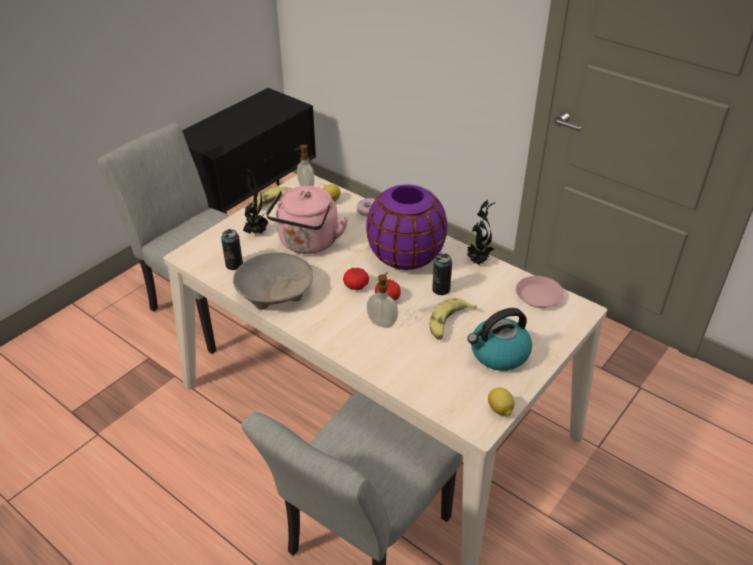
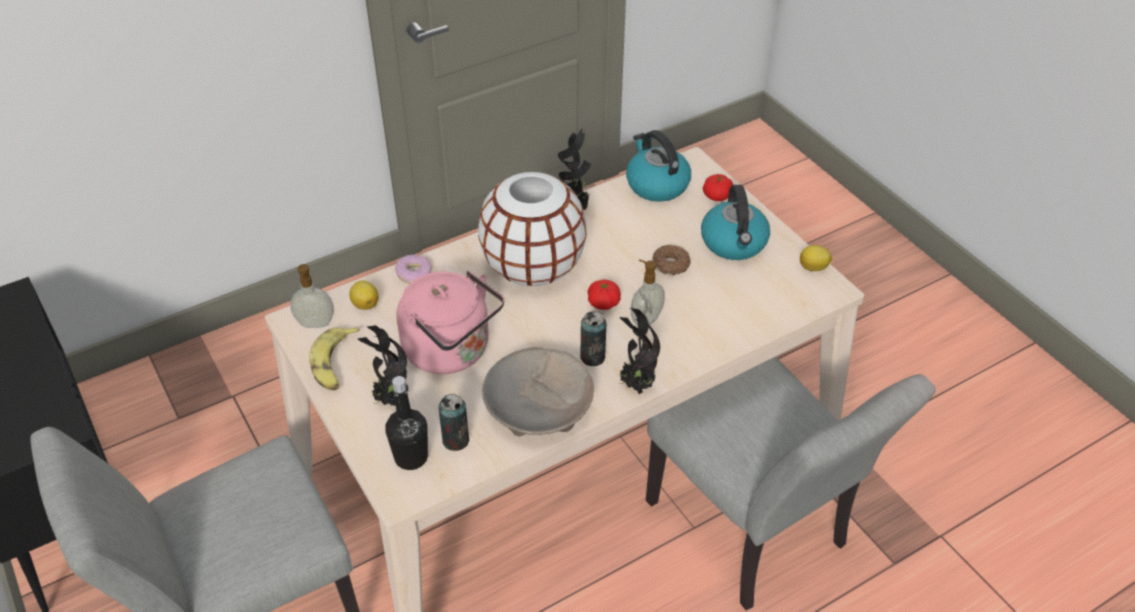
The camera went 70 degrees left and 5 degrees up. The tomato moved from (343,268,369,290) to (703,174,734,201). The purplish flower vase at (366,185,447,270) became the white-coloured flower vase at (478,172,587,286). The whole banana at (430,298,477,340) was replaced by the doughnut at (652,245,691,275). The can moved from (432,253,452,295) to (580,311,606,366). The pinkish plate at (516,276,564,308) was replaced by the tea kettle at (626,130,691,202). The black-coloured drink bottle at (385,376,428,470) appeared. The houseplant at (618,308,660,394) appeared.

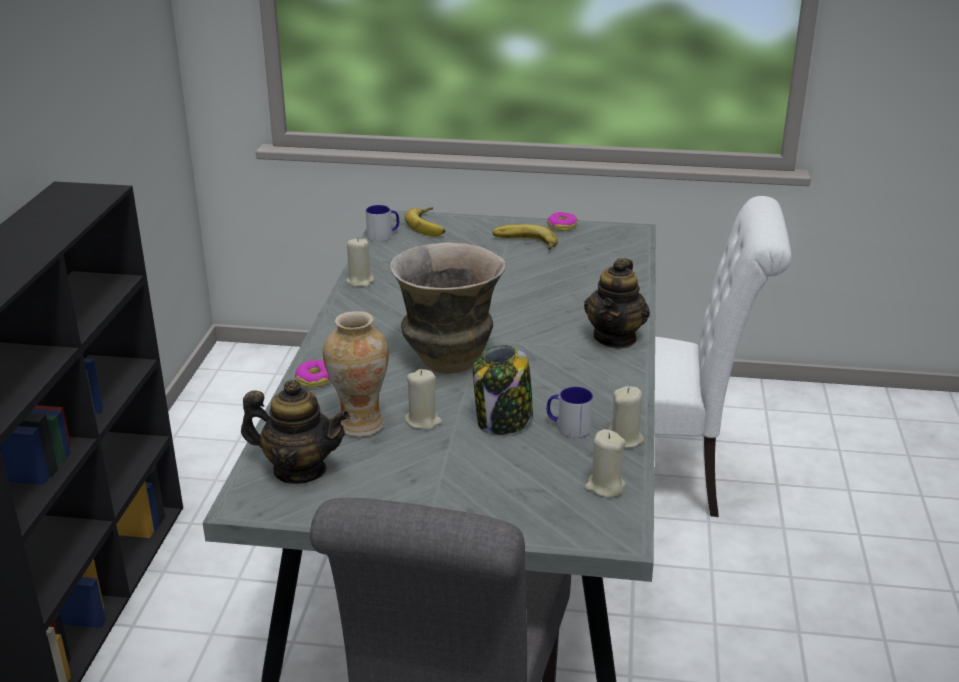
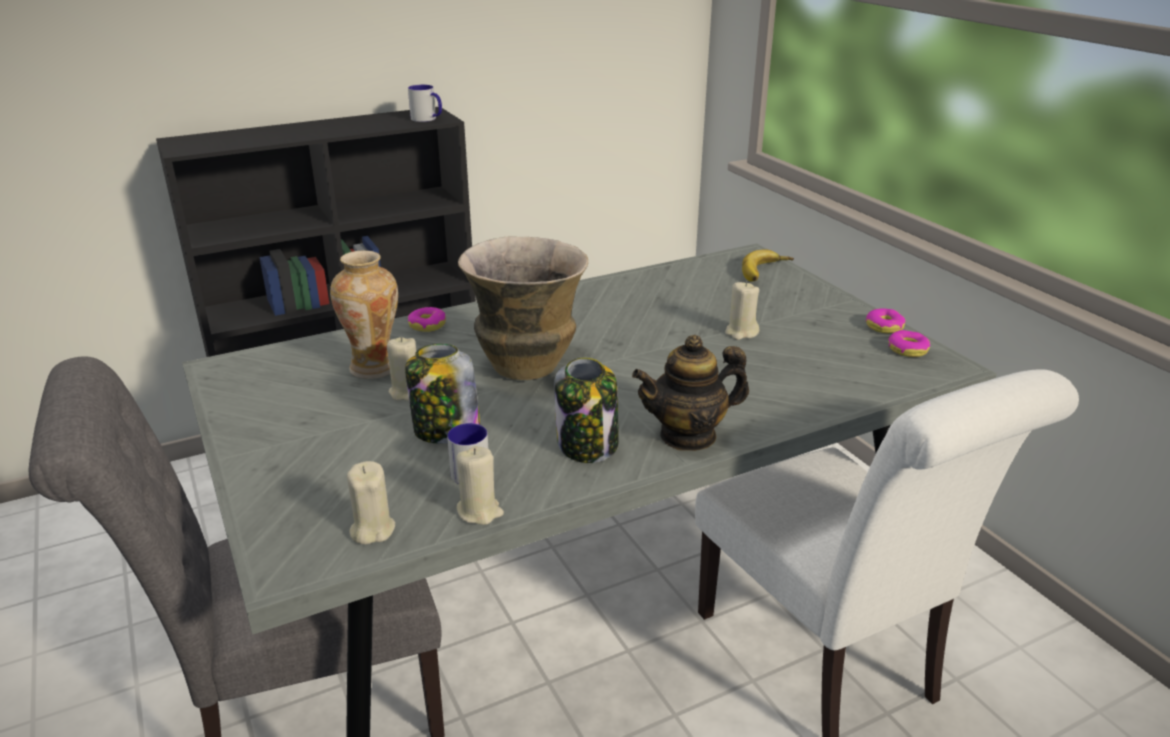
The camera went 55 degrees right and 0 degrees up. The pot for tea at (241,379,350,484) disappeared. The beige candle moved from (346,237,374,287) to (725,282,759,340). The tea mug moved from (366,205,399,242) to (408,85,442,122). The whole banana at (493,224,558,250) disappeared. The jar at (554,358,619,463) appeared. The doughnut at (888,330,930,357) appeared.

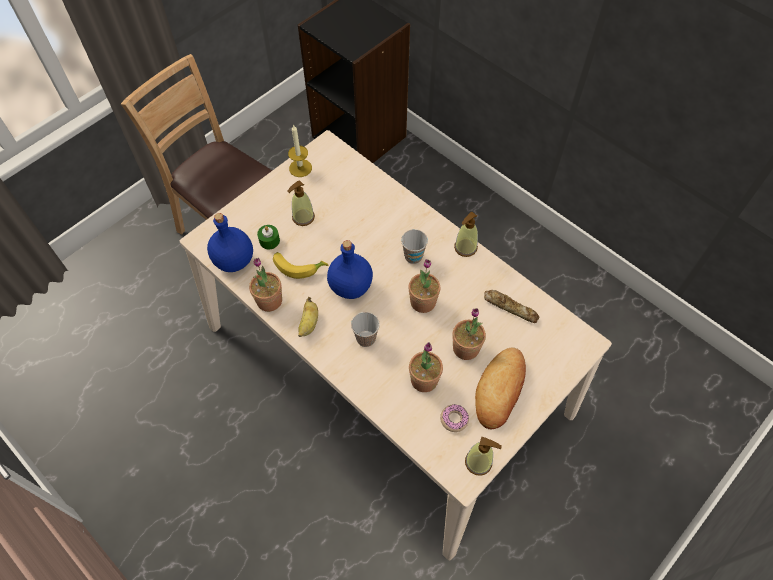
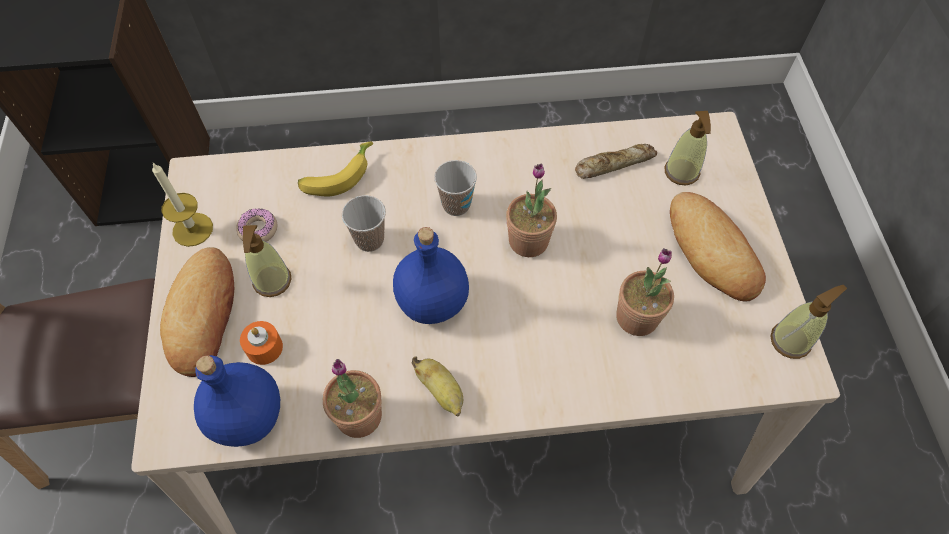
The camera went 50 degrees left and 0 degrees up. The green-coloured candle at (257,225,280,250) became the orangey candle at (240,321,283,365). The whole banana moved from (273,252,328,279) to (298,142,373,196). The small cup moved from (351,312,380,347) to (342,195,386,252). The doughnut moved from (440,404,469,432) to (236,208,277,242). The houseplant at (452,308,486,360) disappeared. The soap dispenser moved from (454,211,478,257) to (665,111,711,185). The bakery bread at (160,247,234,377) appeared.

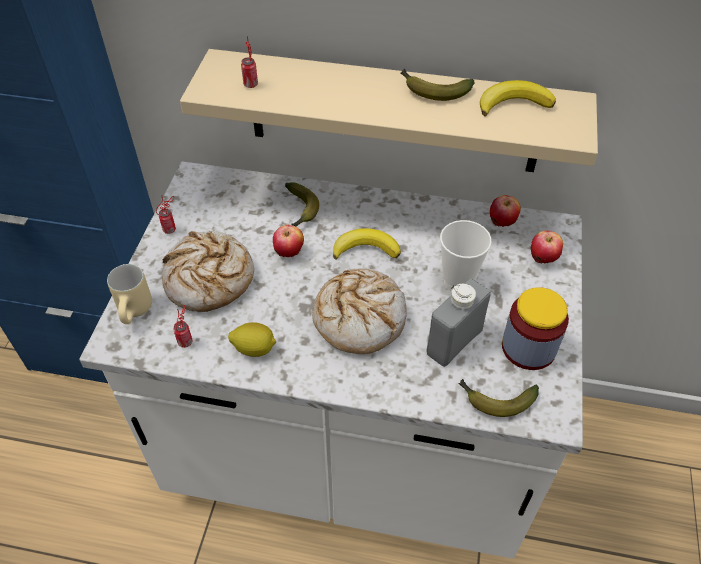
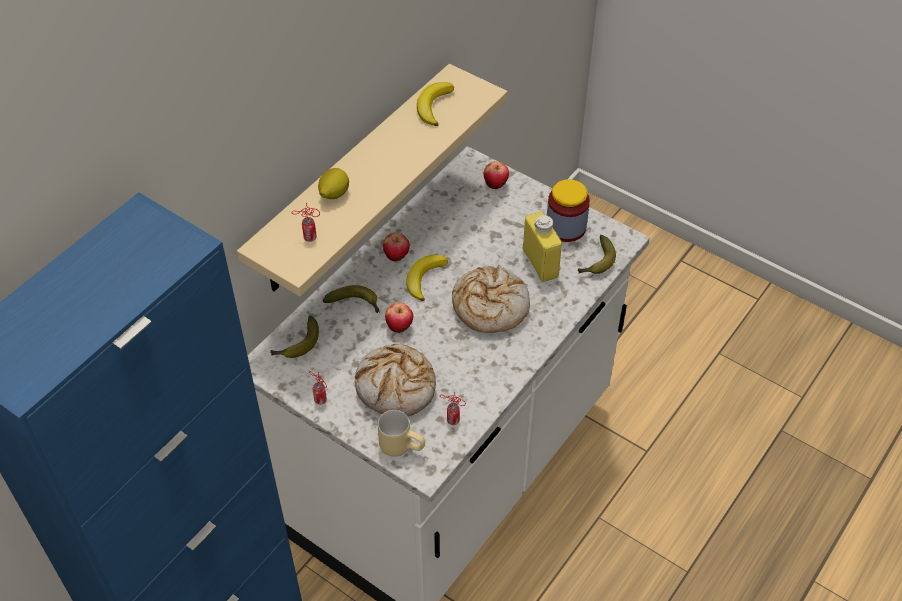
The camera went 65 degrees left and 0 degrees up. The whole lemon moved from (228,322,276,357) to (318,168,349,199). The whole banana moved from (401,69,475,101) to (270,316,319,358). The greyish drink bottle at (427,279,491,367) became the yellowish drink bottle at (523,212,562,282). The small cup at (440,220,492,291) disappeared. The apple fruit moved from (490,195,521,227) to (383,232,410,262).

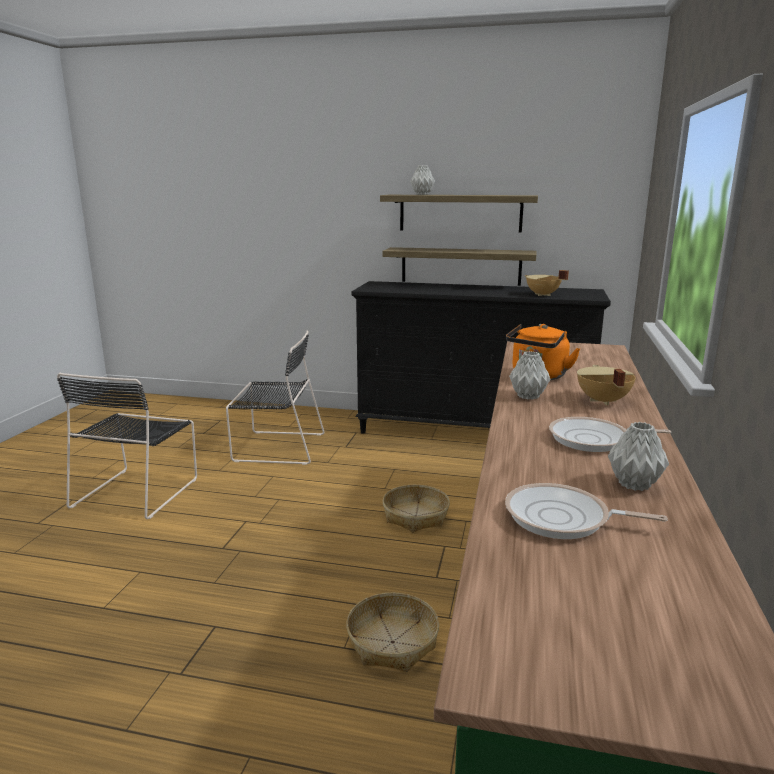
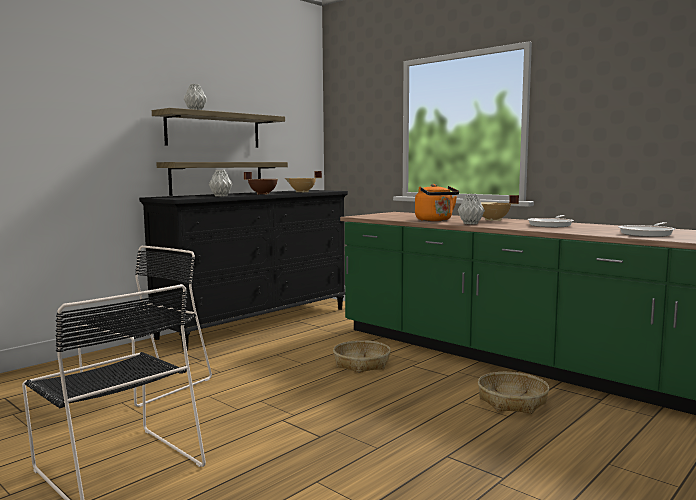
The camera went 60 degrees left and 10 degrees down. The greyish flower vase moved from (608,422,669,491) to (209,170,233,197). The brownish cooking pot at (244,172,278,194) appeared.

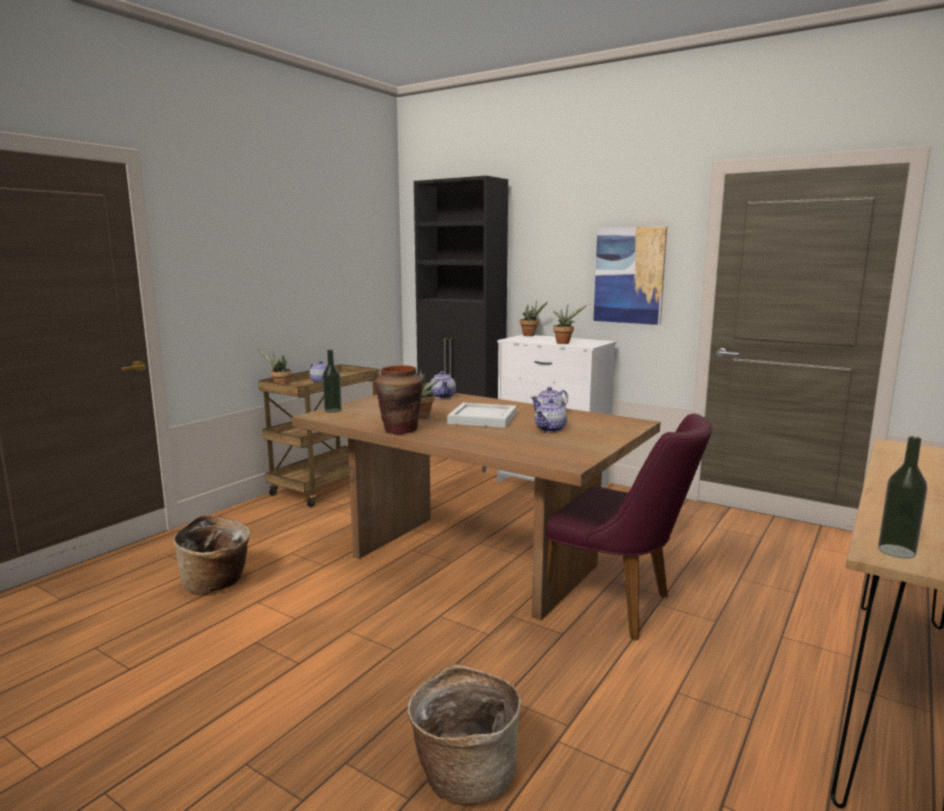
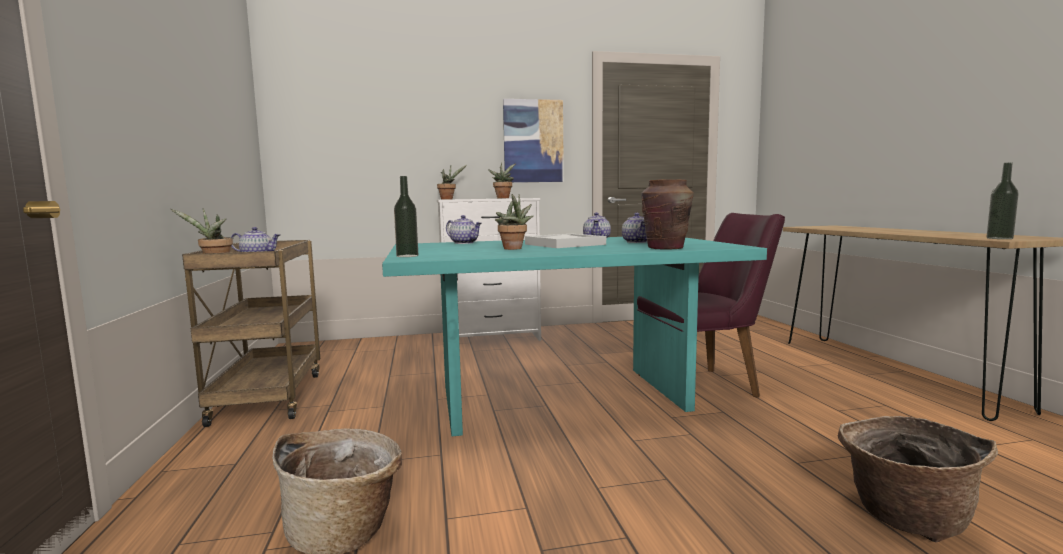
The camera went 45 degrees left and 5 degrees down. The brownish dining table at (292,393,661,620) became the turquoise-coloured dining table at (382,237,767,437). The brownish flower vase moved from (375,365,424,434) to (641,179,693,250). The black-coloured cupboard at (414,176,508,473) disappeared.

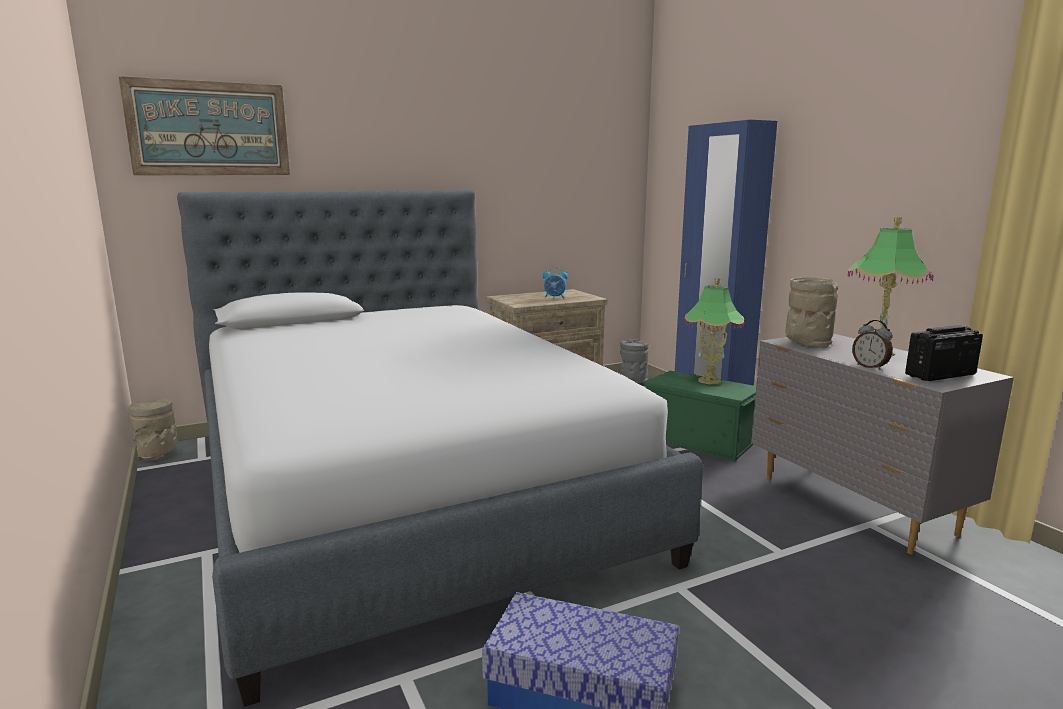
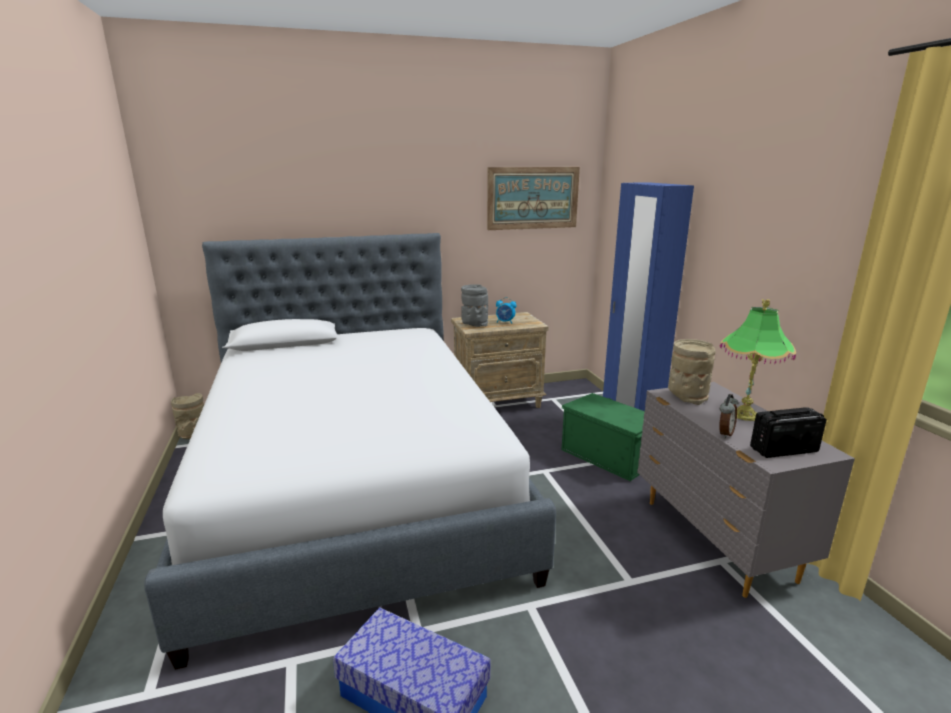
The camera went 10 degrees right and 5 degrees up. The picture moved from (119,76,290,175) to (487,167,580,230). The greyish flower vase moved from (619,339,649,383) to (461,284,488,327). The lamp for a table at (684,278,745,384) disappeared. The alarm clock at (852,320,893,370) turned 120 degrees counterclockwise.

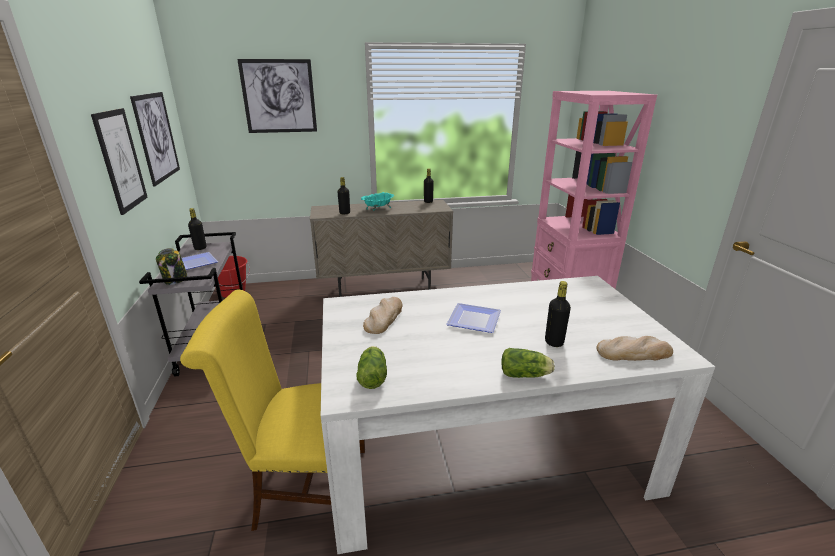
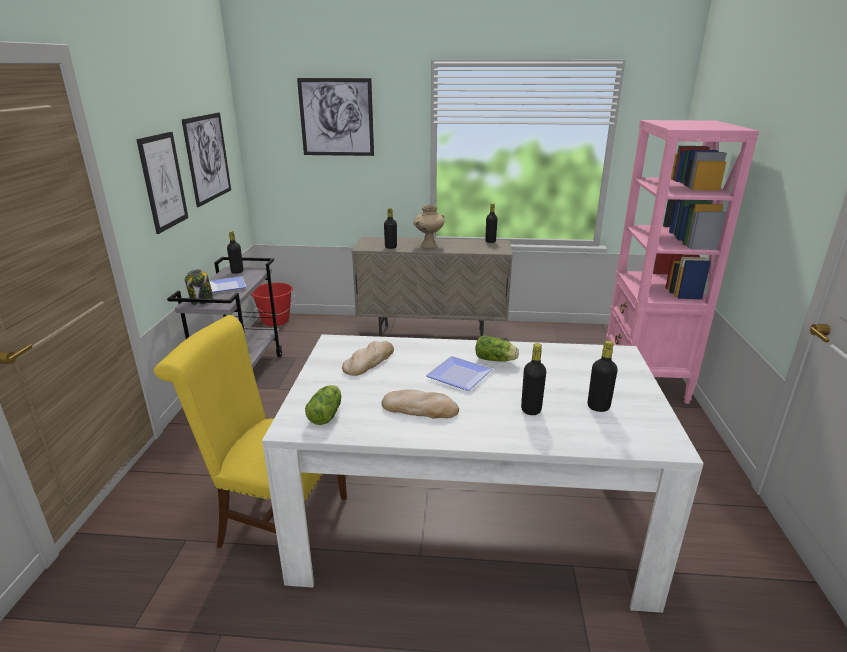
The camera went 15 degrees right and 0 degrees up. The turquoise-coloured bowl at (361,192,394,211) was replaced by the beige flower vase at (413,205,445,248). The head of lettuce moved from (501,348,555,378) to (475,335,519,362). The bakery bread moved from (596,336,673,361) to (381,389,459,418). The black-coloured drink bottle at (588,341,618,412) appeared.

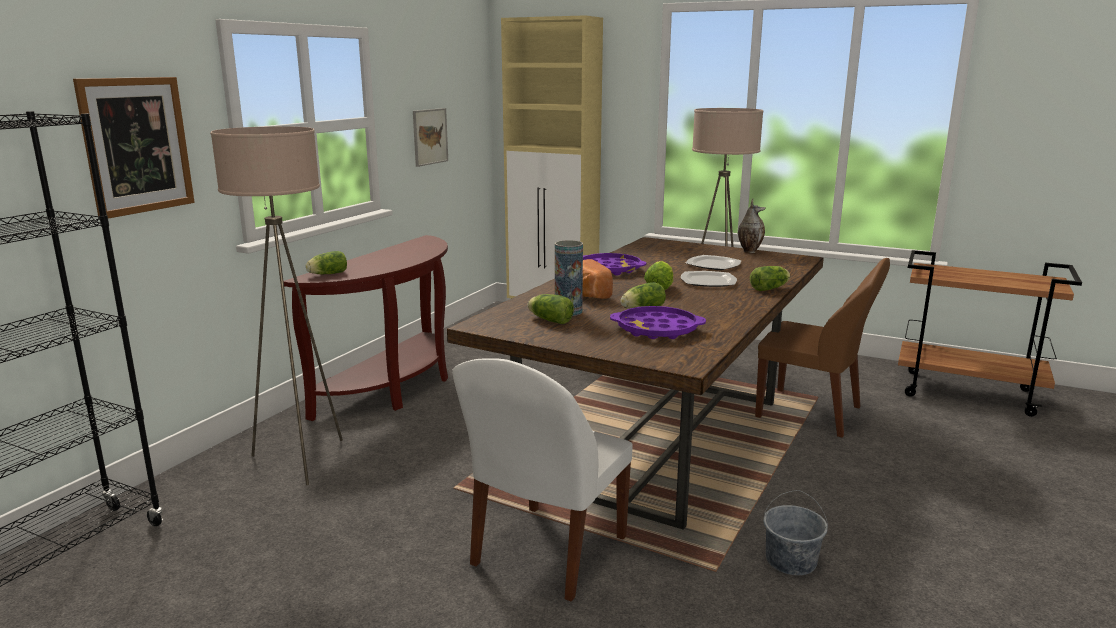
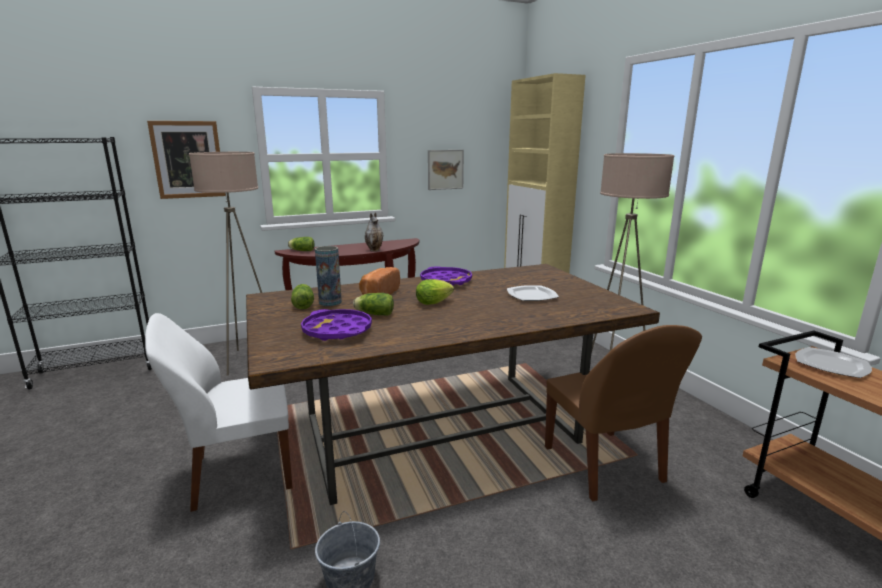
The camera went 40 degrees right and 0 degrees up. The plate moved from (681,271,737,287) to (795,347,872,378). The flower vase moved from (738,199,766,253) to (365,213,383,251). The head of lettuce at (750,266,790,291) disappeared.

